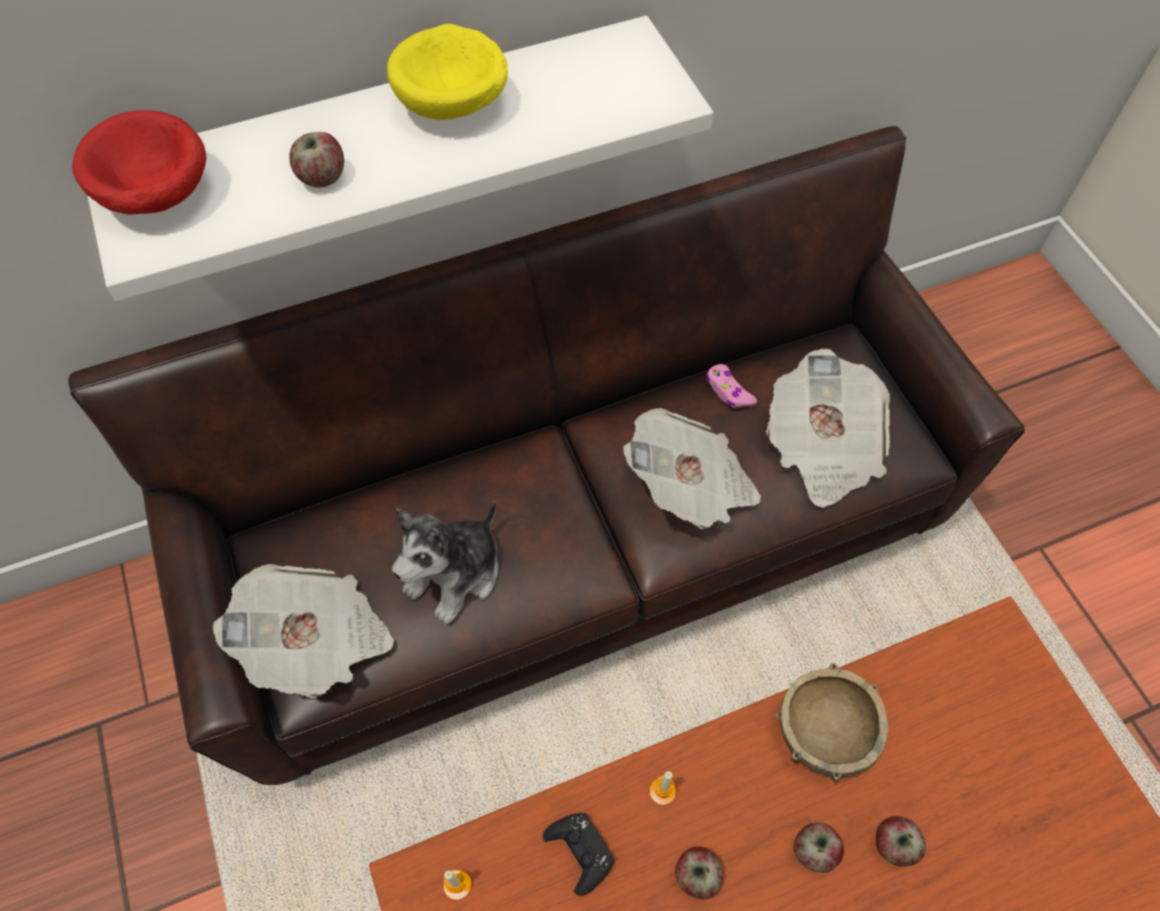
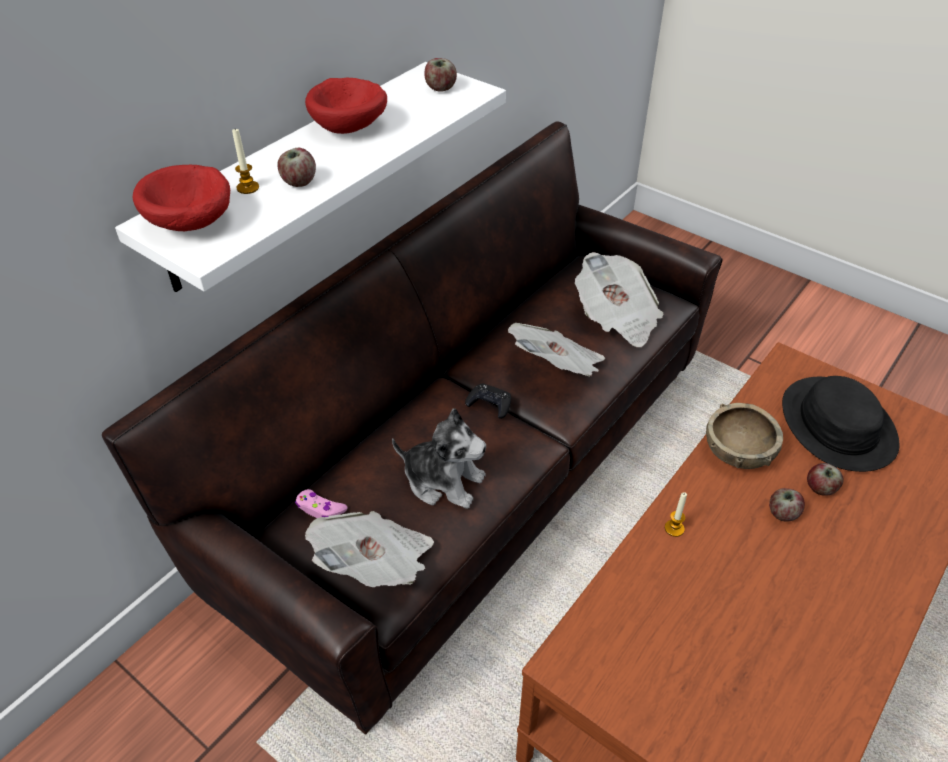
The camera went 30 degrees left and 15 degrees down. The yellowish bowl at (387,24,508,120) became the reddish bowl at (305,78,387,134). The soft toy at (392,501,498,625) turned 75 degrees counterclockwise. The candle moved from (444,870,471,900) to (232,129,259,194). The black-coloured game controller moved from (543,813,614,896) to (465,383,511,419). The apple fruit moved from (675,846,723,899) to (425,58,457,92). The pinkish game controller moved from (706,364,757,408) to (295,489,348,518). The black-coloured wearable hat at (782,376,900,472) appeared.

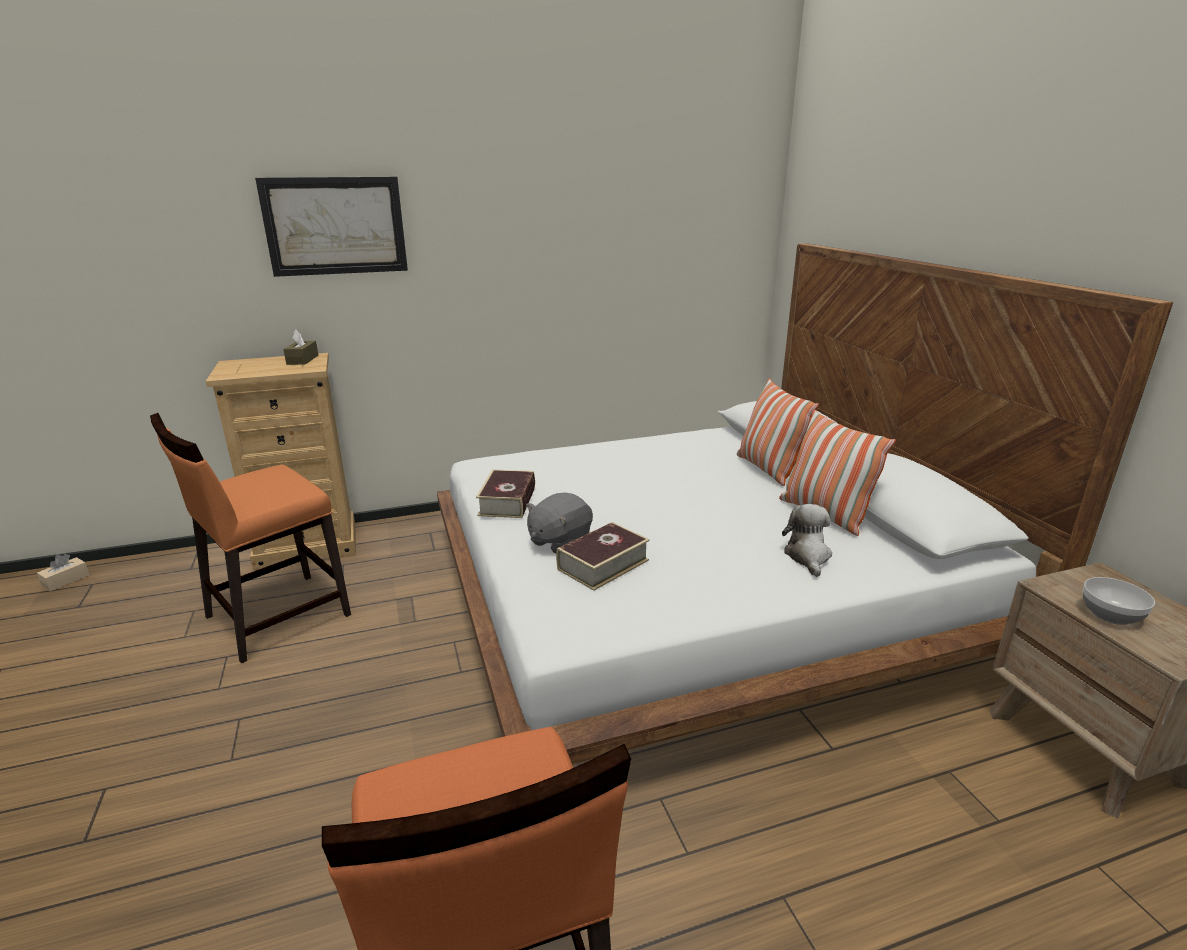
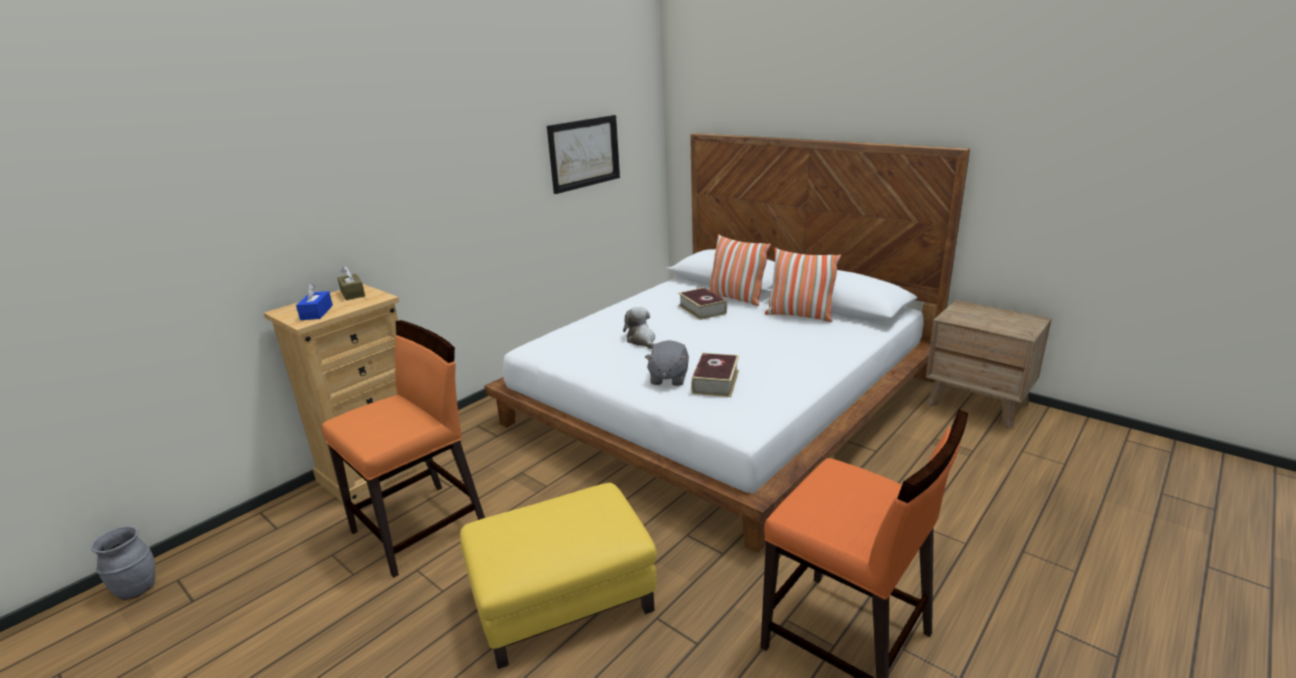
The camera went 30 degrees left and 0 degrees up. The beige box of tissues at (37,554,90,591) was replaced by the greyish flower vase at (91,526,155,600). The orangey plain chair at (150,413,351,663) turned 150 degrees counterclockwise. The picture moved from (255,177,408,277) to (547,115,620,194). The book moved from (476,469,535,518) to (678,287,727,320). The soft toy moved from (782,504,832,577) to (623,307,655,349). The bowl at (1083,577,1155,625) disappeared. The bluish box of tissues at (296,283,333,320) appeared. The yellowish footrest at (460,483,657,669) appeared.

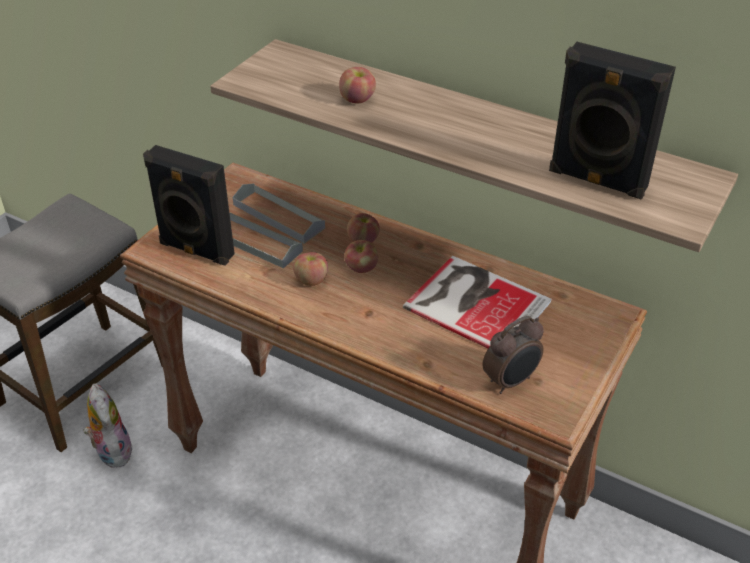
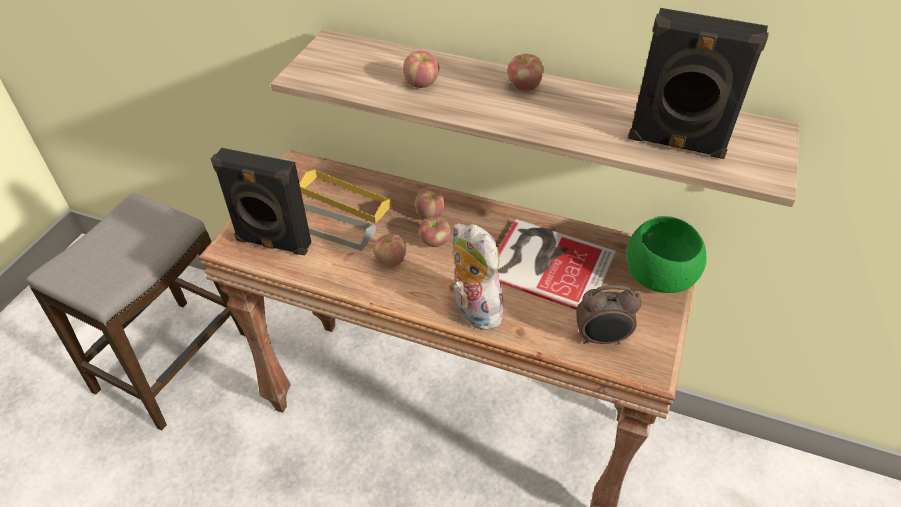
The camera went 10 degrees left and 5 degrees up. The soft toy moved from (83,384,133,468) to (453,223,508,330). The greyish serving tray at (233,183,325,244) became the yellowish serving tray at (299,169,392,224). The alarm clock at (483,316,544,394) turned 45 degrees clockwise. The apple fruit at (507,54,544,91) appeared. The green-coloured bowl at (627,216,707,293) appeared.

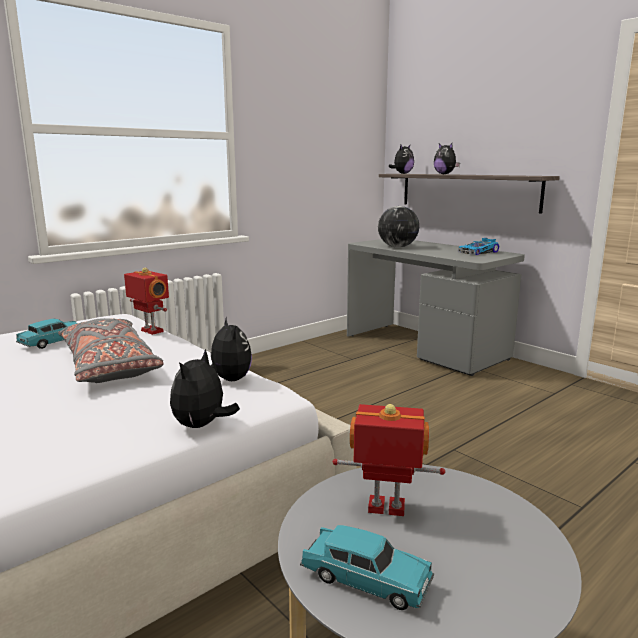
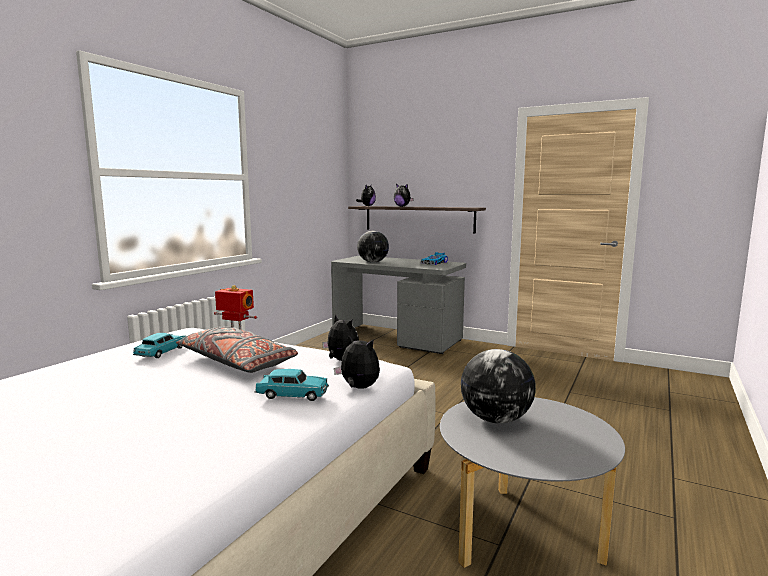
The camera went 20 degrees left and 5 degrees down. The soft toy at (170,349,240,428) turned 120 degrees clockwise. The turquoise-coloured miniature car moved from (300,525,434,610) to (255,369,329,401). The toy robot at (333,404,445,516) was replaced by the globe at (461,349,536,424).

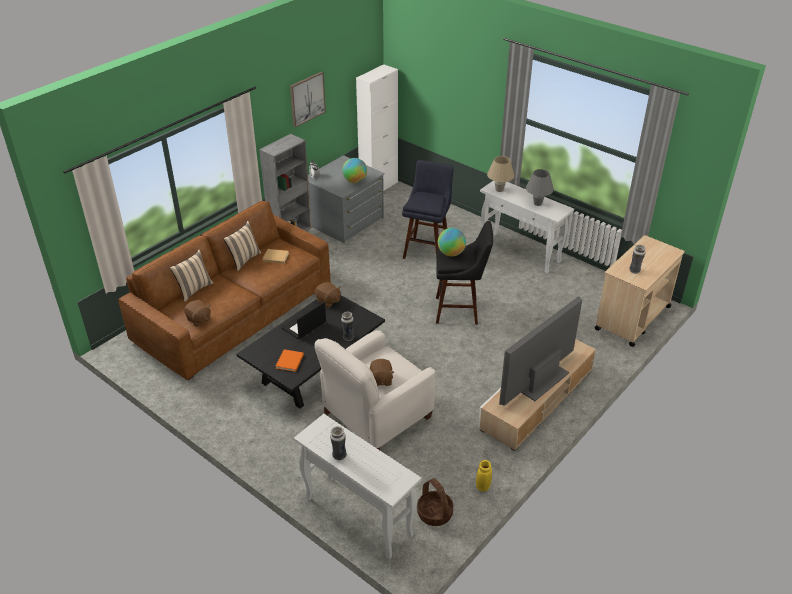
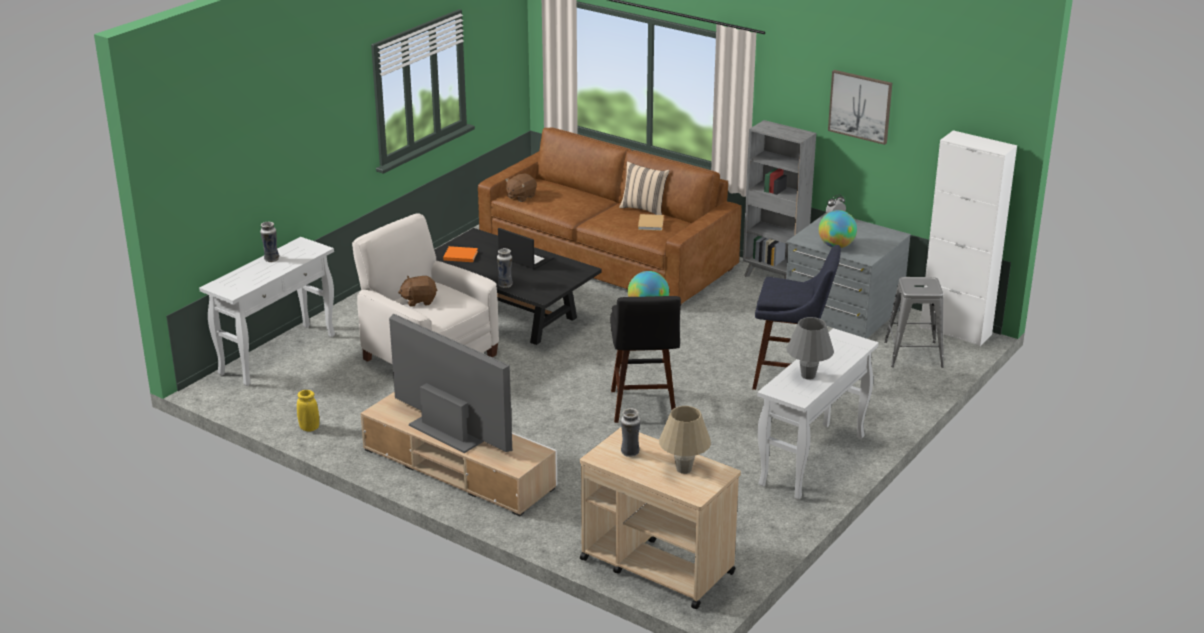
The camera went 85 degrees right and 10 degrees down. The beige cushion at (170,250,214,302) disappeared. The brownish soft toy at (315,282,341,308) disappeared. The household basket at (417,478,453,526) disappeared. The beige lamp for a table moved from (487,156,514,192) to (659,406,711,474). The greyish sitting stool at (884,277,944,368) appeared.

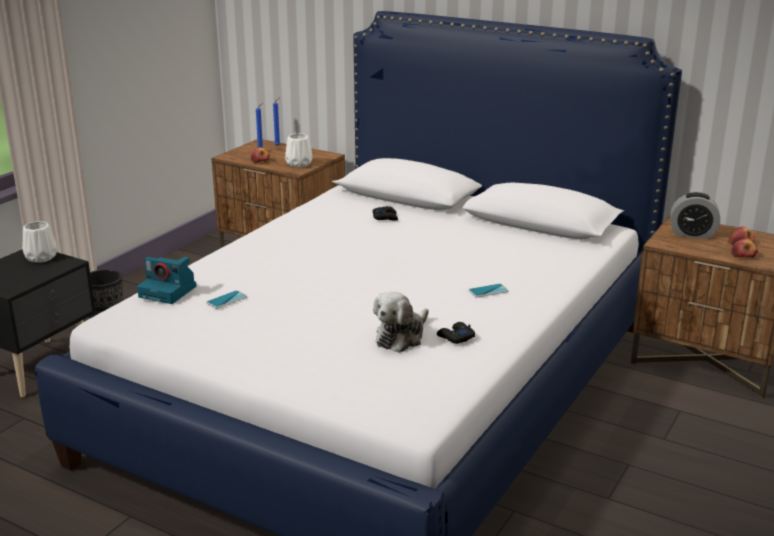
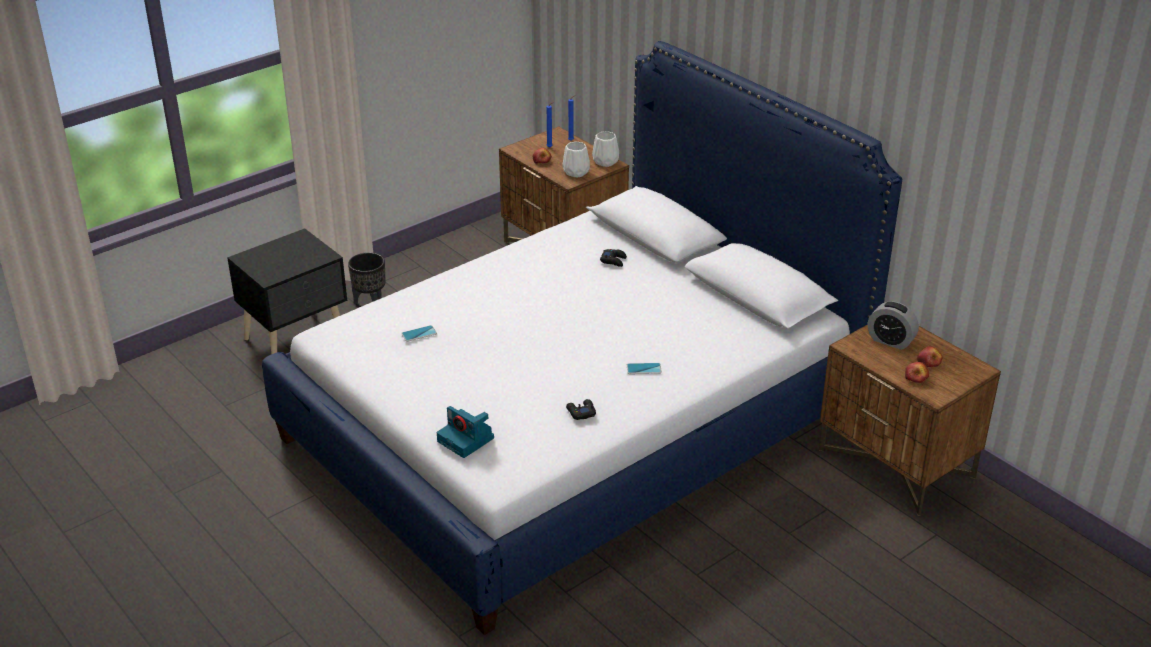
The camera went 20 degrees right and 10 degrees up. The white-coloured flower vase moved from (22,221,57,263) to (592,131,619,167). The still camera moved from (137,257,197,304) to (437,406,494,458). The soft toy at (373,291,429,353) disappeared.

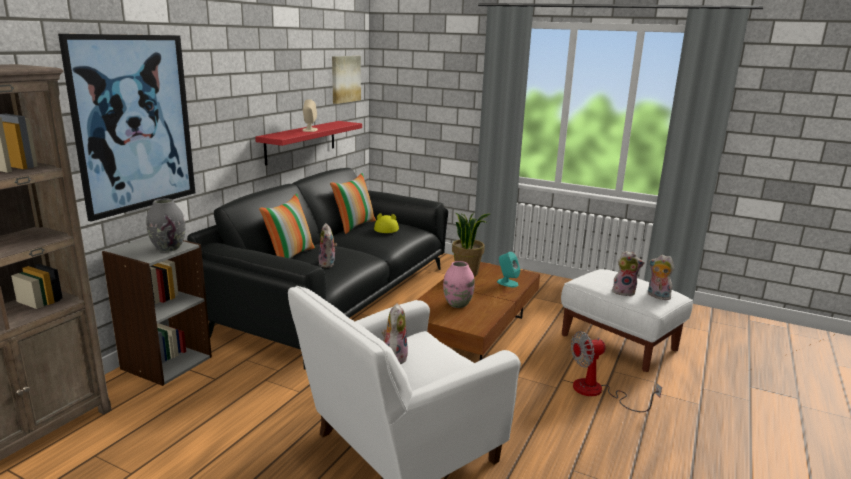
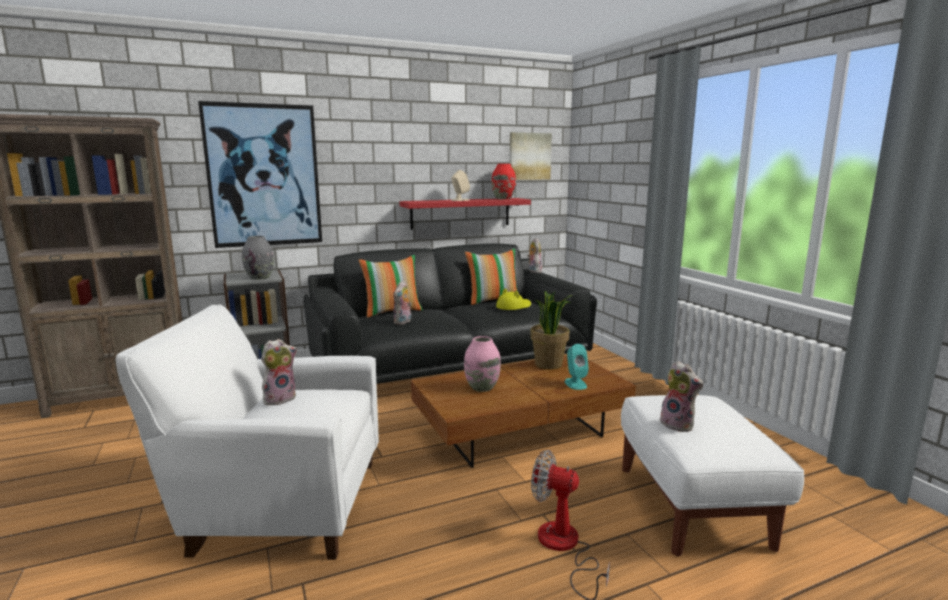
The camera went 40 degrees right and 5 degrees down. The soft toy moved from (648,255,674,300) to (527,238,542,273). The reddish flower vase at (492,164,516,199) appeared.

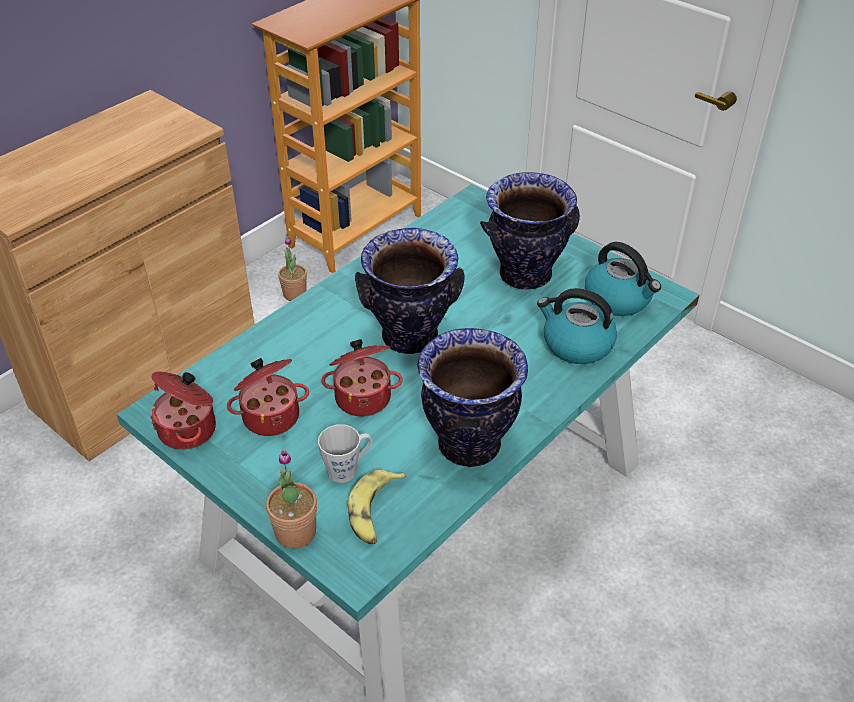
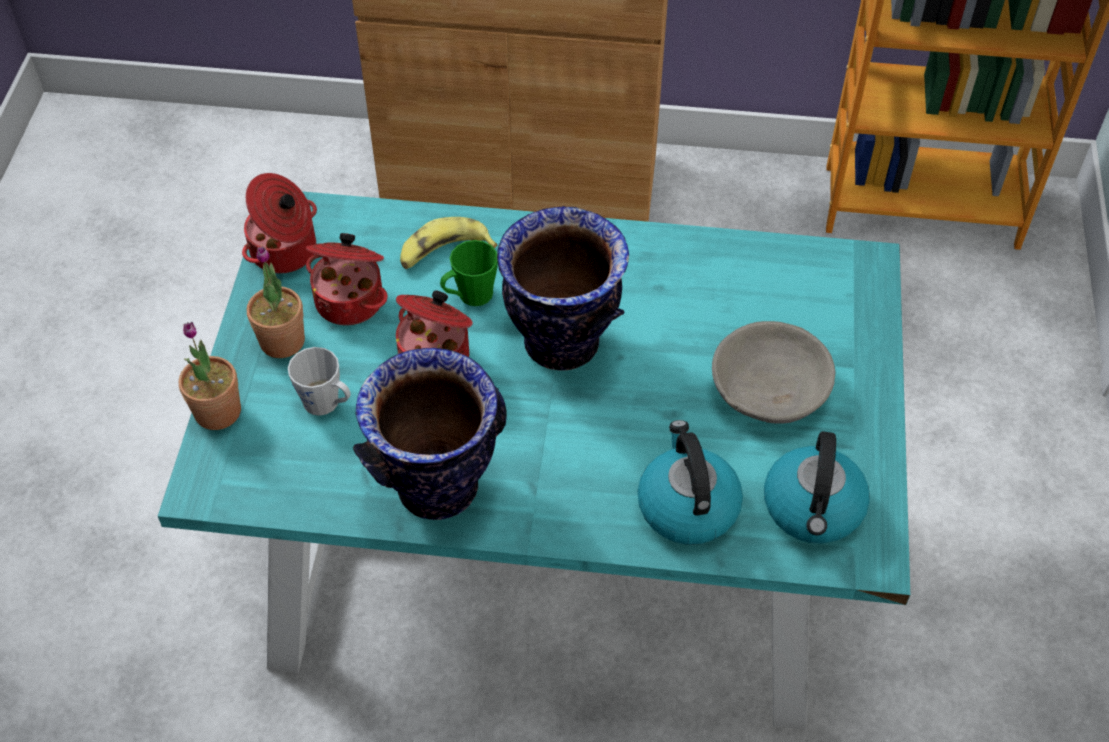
The camera went 55 degrees right and 10 degrees up. The houseplant moved from (278,236,307,301) to (247,247,305,358). The whole banana moved from (348,470,406,545) to (400,217,497,269). The flower vase at (480,172,580,290) was replaced by the greyish bowl at (712,321,835,424). The green-coloured tea mug at (440,240,498,306) appeared.

